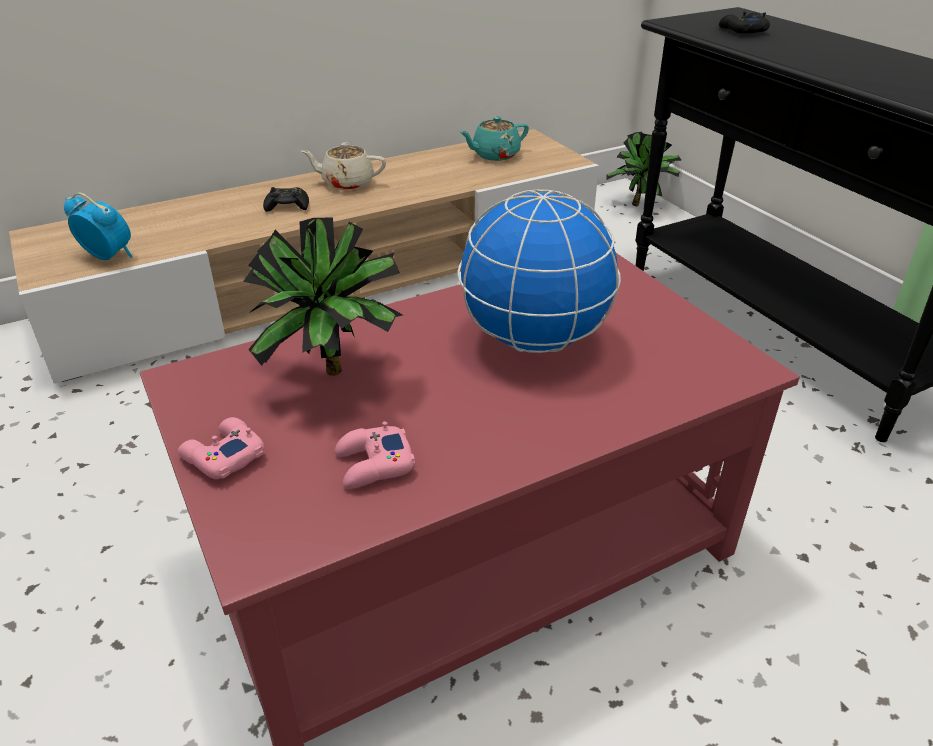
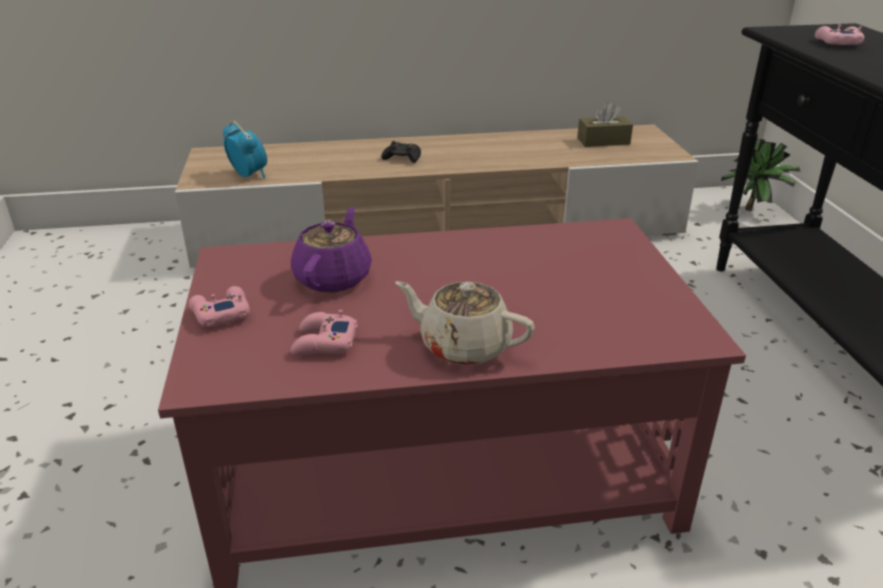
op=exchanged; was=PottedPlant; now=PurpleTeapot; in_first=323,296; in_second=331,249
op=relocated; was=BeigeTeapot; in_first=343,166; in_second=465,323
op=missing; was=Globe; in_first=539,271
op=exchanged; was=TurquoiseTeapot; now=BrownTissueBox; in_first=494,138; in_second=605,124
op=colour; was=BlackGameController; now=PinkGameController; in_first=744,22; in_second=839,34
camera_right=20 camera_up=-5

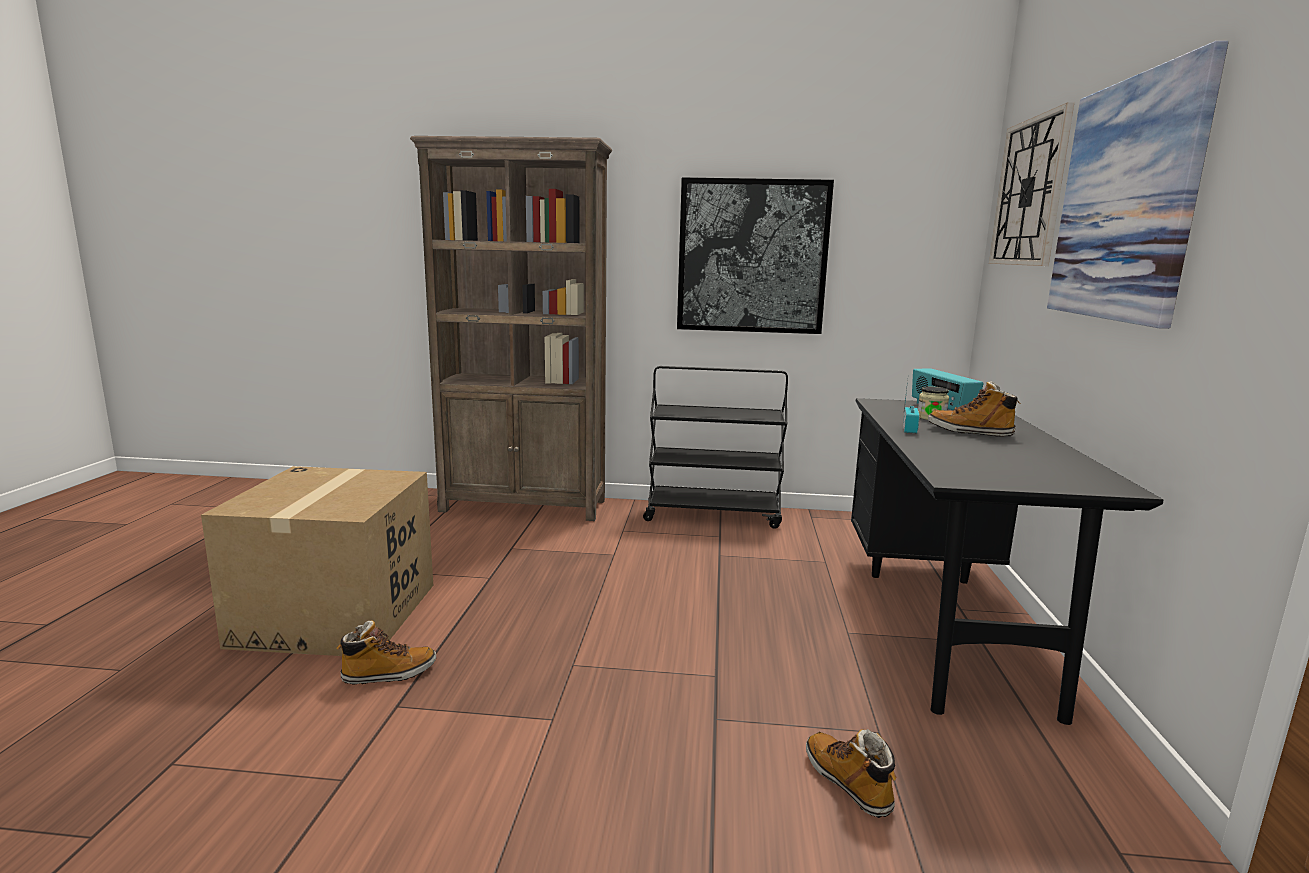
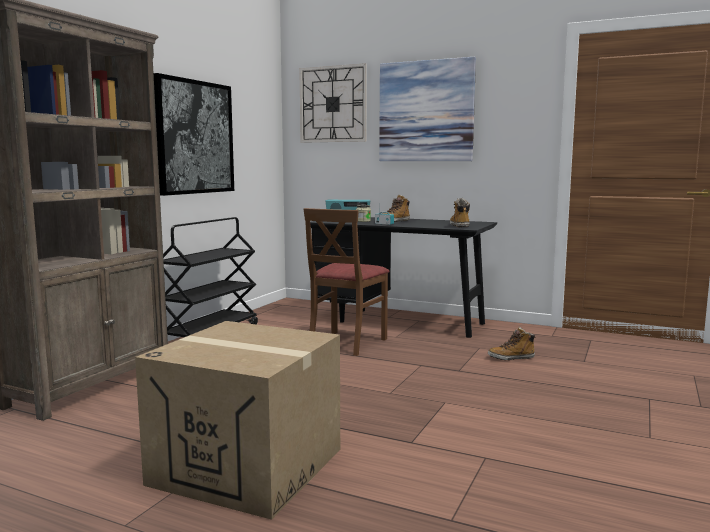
op=relocated; was=Boot; in_first=386,652; in_second=460,212
op=appeared; now=BrownChair; in_second=347,282
camera_right=-70 camera_up=-5

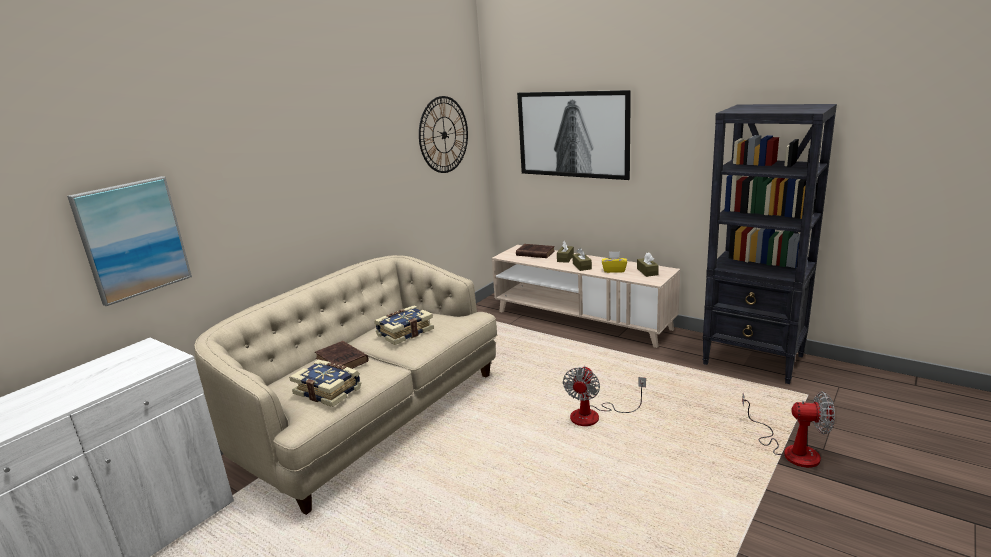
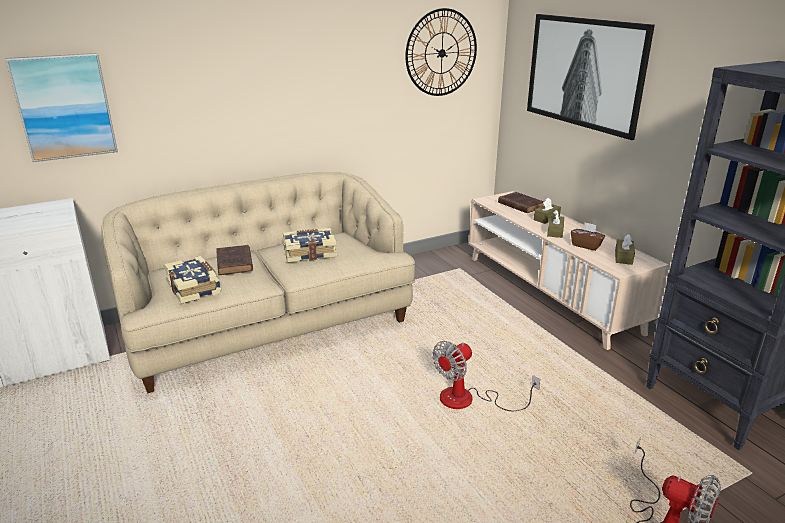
op=colour; was=YellowTissueBox; now=BrownTissueBox; in_first=614,262; in_second=588,236
camera_right=25 camera_up=5

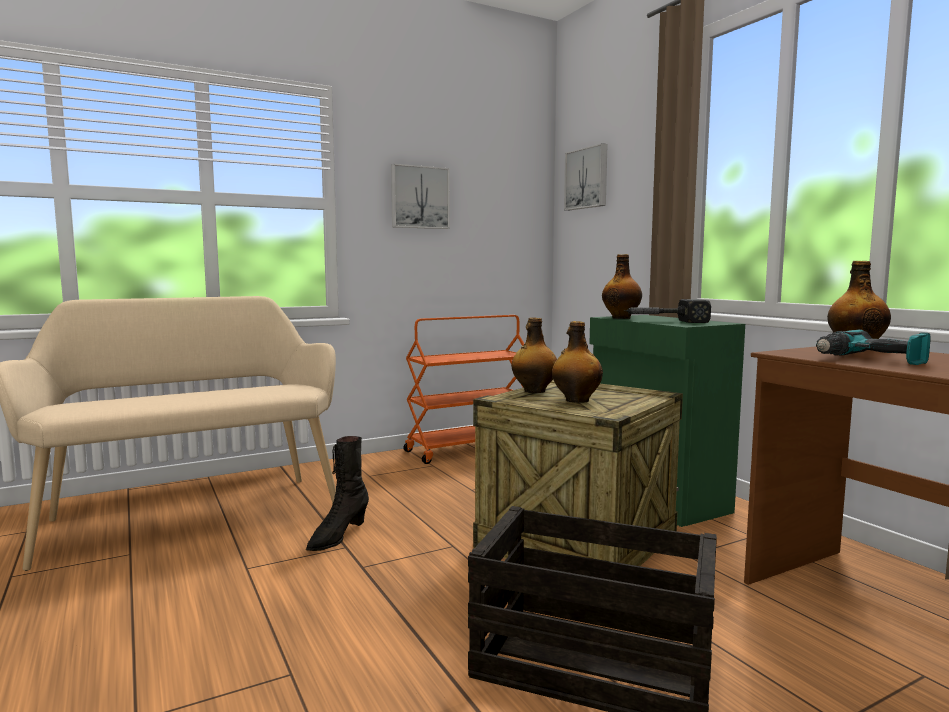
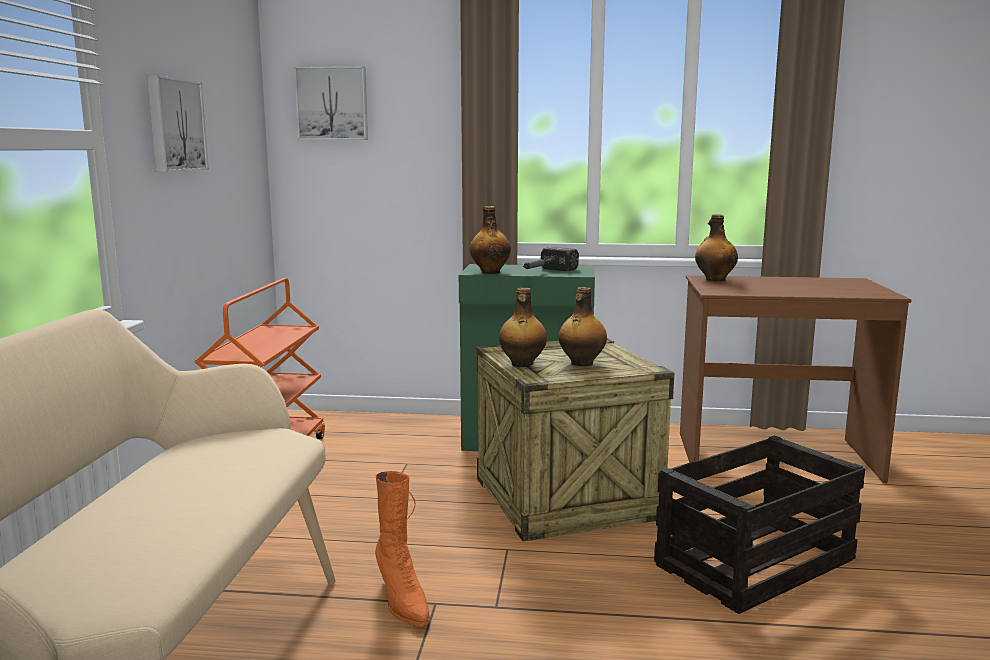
op=colour; was=BlackBoot; now=OrangeBoot; in_first=337,493; in_second=402,549
op=missing; was=PowerDrill; in_first=873,347
camera_right=-55 camera_up=5

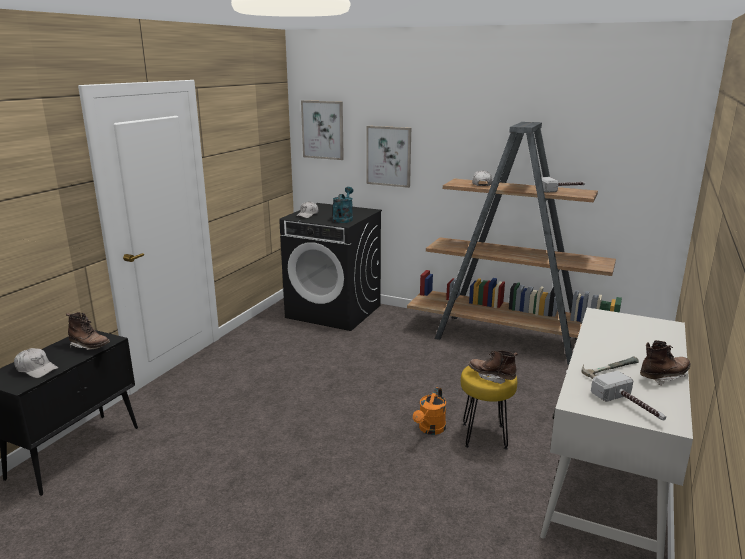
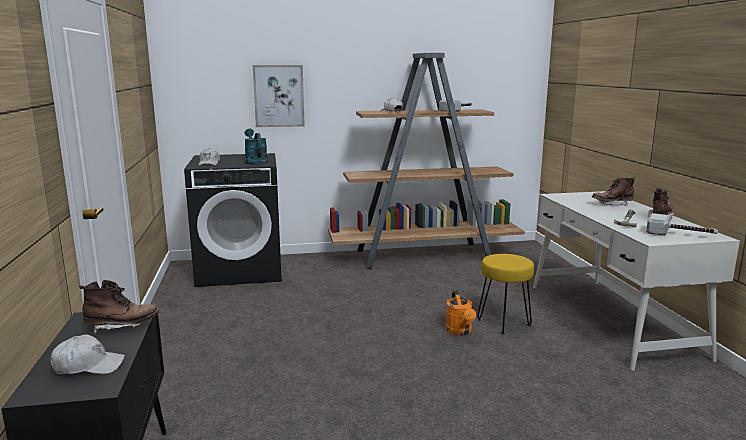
op=missing; was=Picture; in_first=322,130
op=relocated; was=BrownBoot; in_first=493,367; in_second=613,191
camera_right=-35 camera_up=-5

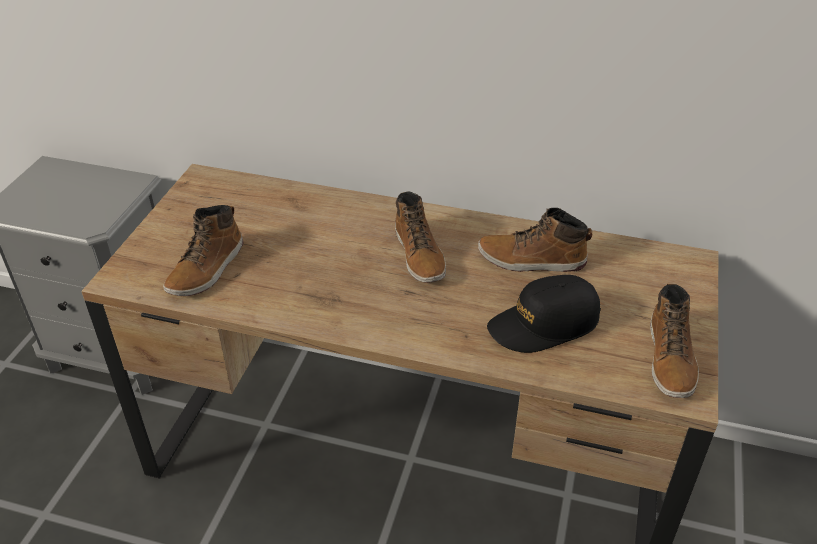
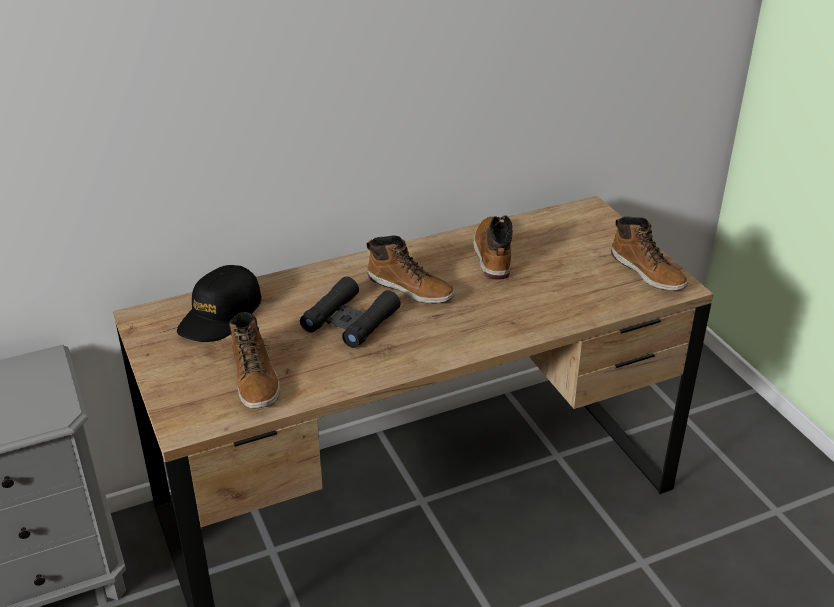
op=spun; was=Boot; in_first=535,240; in_second=493,247; clockwise=120
op=relocated; was=BlackCap; in_first=544,314; in_second=219,303
op=appeared; now=BlackBinoculars; in_second=350,312
camera_right=-40 camera_up=-5

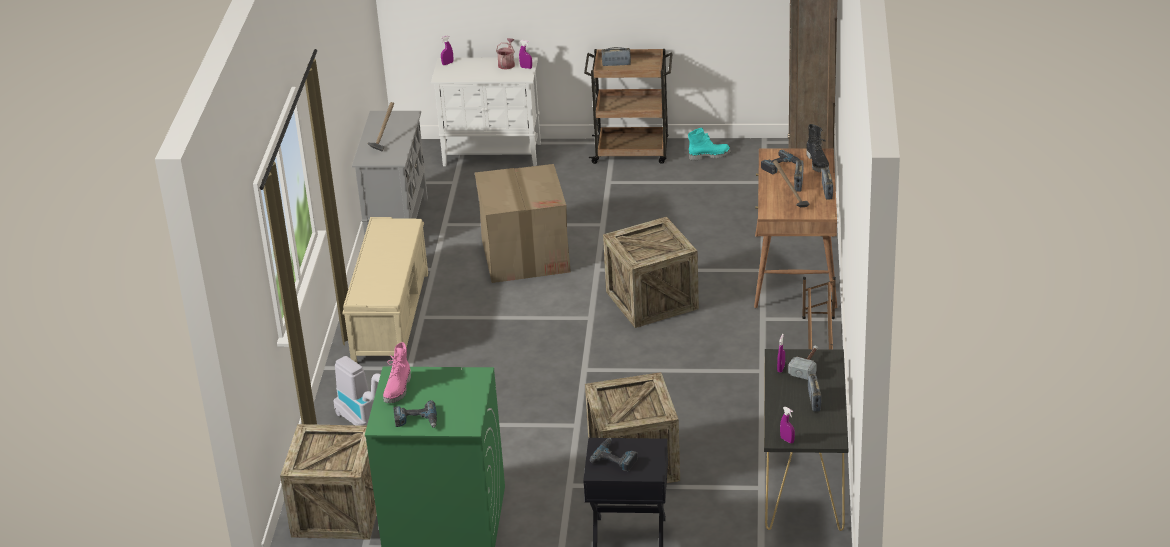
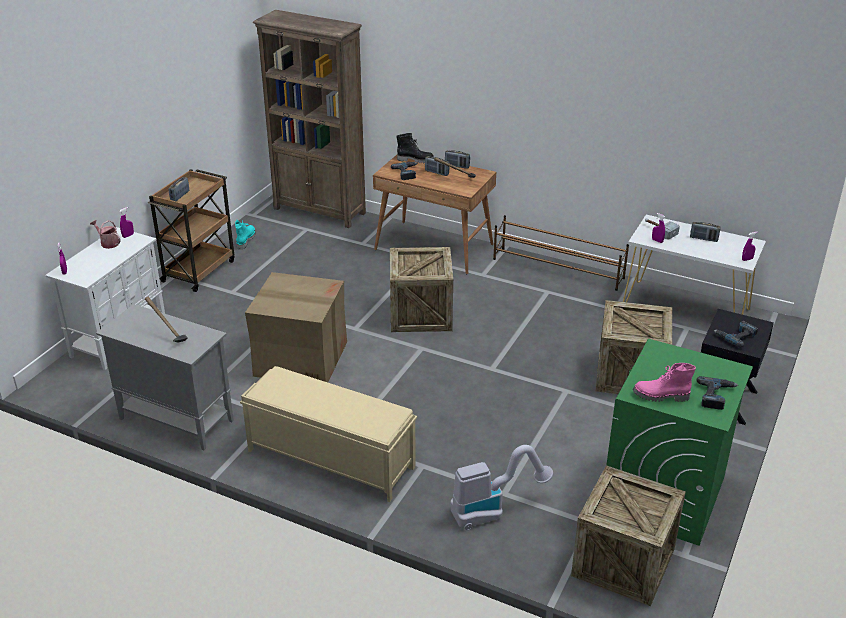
op=spun; was=PinkBoot; in_first=397,372; in_second=664,382; clockwise=150
op=colour; was=BlackConsoleTable; now=WhiteConsoleTable; in_first=806,440; in_second=694,265
camera_right=-70 camera_up=0

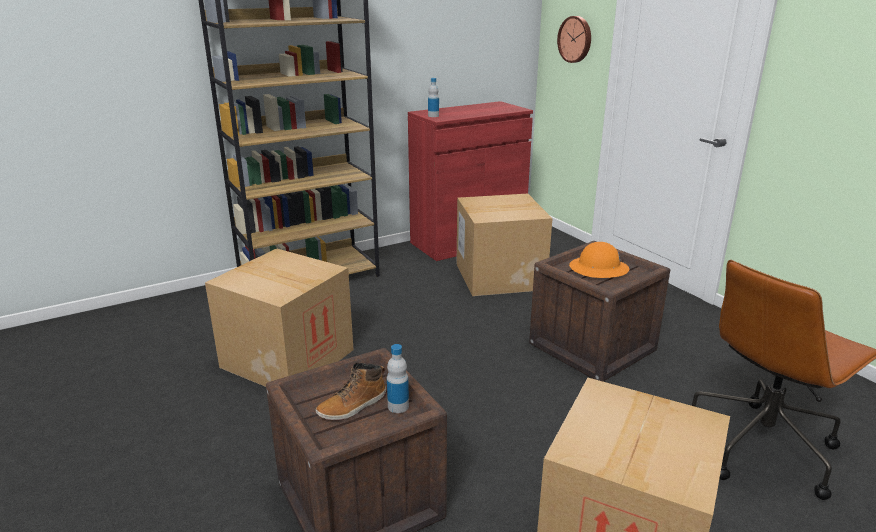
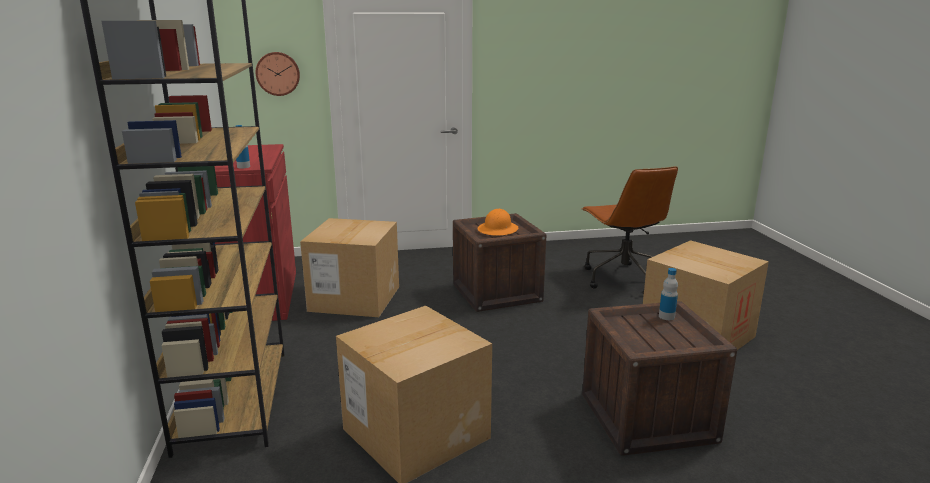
op=missing; was=Boot; in_first=351,391
camera_right=-70 camera_up=-5

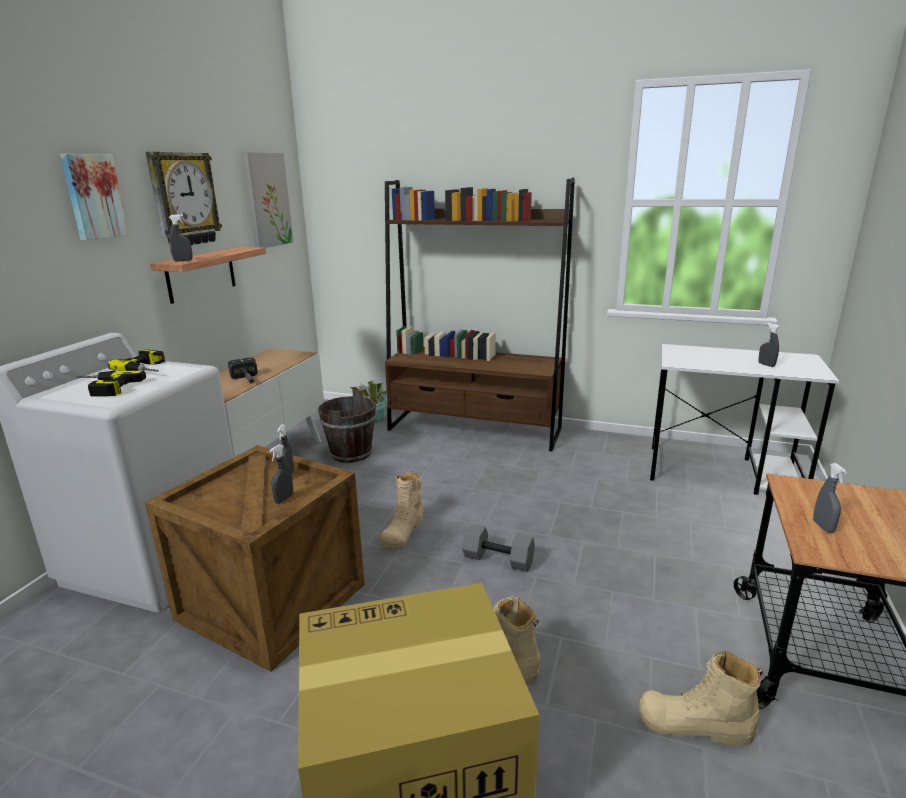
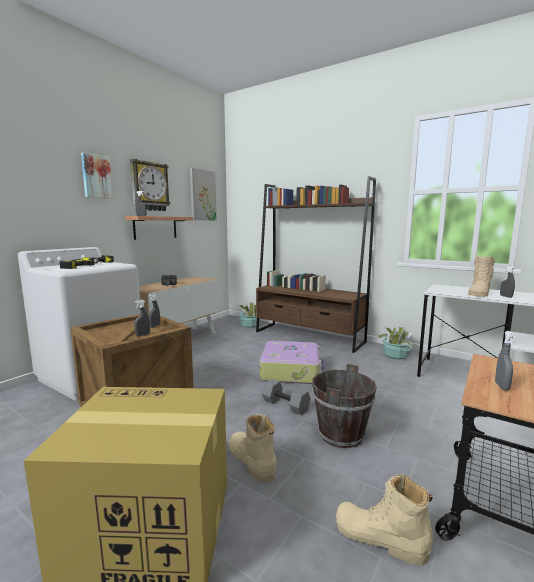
op=relocated; was=BrownBucket; in_first=347,426; in_second=344,406
op=relocated; was=BeigeBoot; in_first=401,511; in_second=481,276
op=appeared; now=Suitcase; in_second=292,362
op=appeared; now=PottedPlant; in_second=395,343
camera_right=15 camera_up=-10

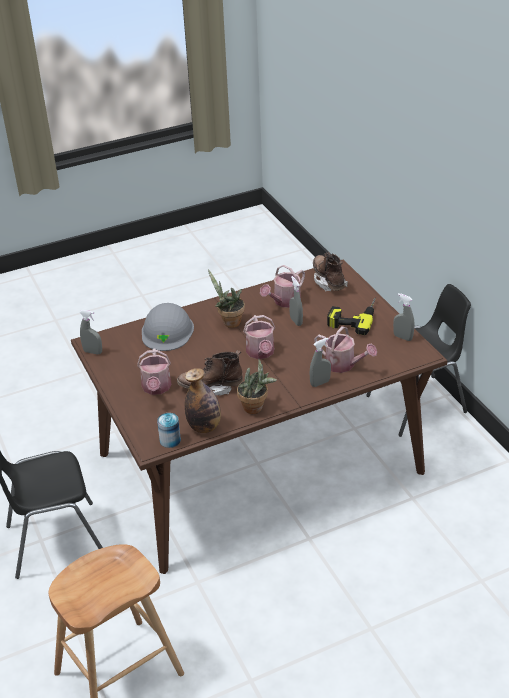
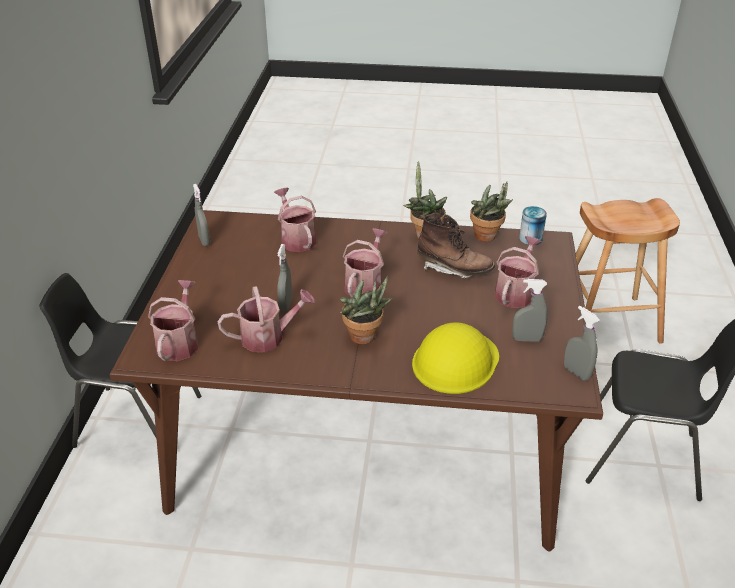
op=colour; was=GreyHardHat; now=YellowHardHat; in_first=168,327; in_second=455,358
op=exchanged; was=Bottle; now=PottedPlant; in_first=203,400; in_second=491,212
op=relocated; was=GreySprayBottle; in_first=320,362; in_second=530,310
op=exchanged; was=BrownBoot; now=WateringCan; in_first=330,272; in_second=173,320
op=missing; was=PowerDrill; in_first=351,316
camera_right=-150 camera_up=0

